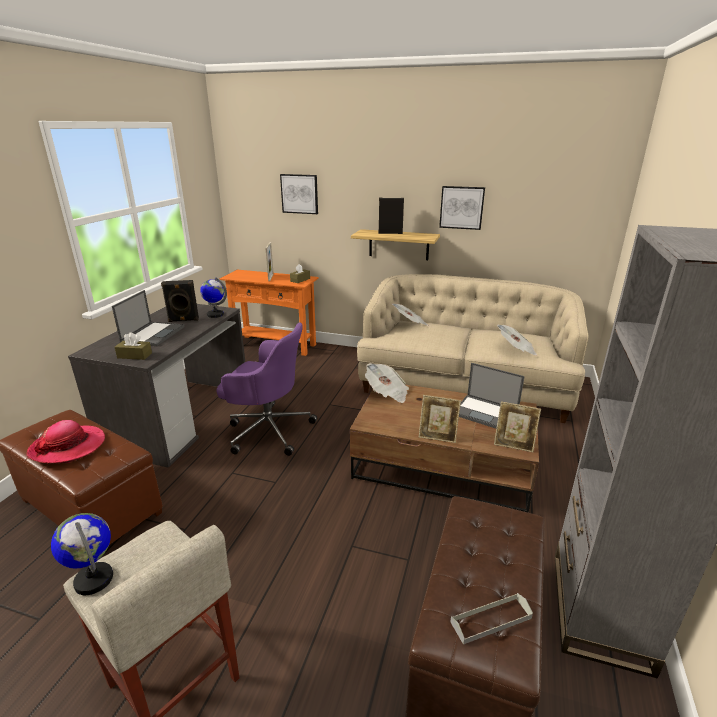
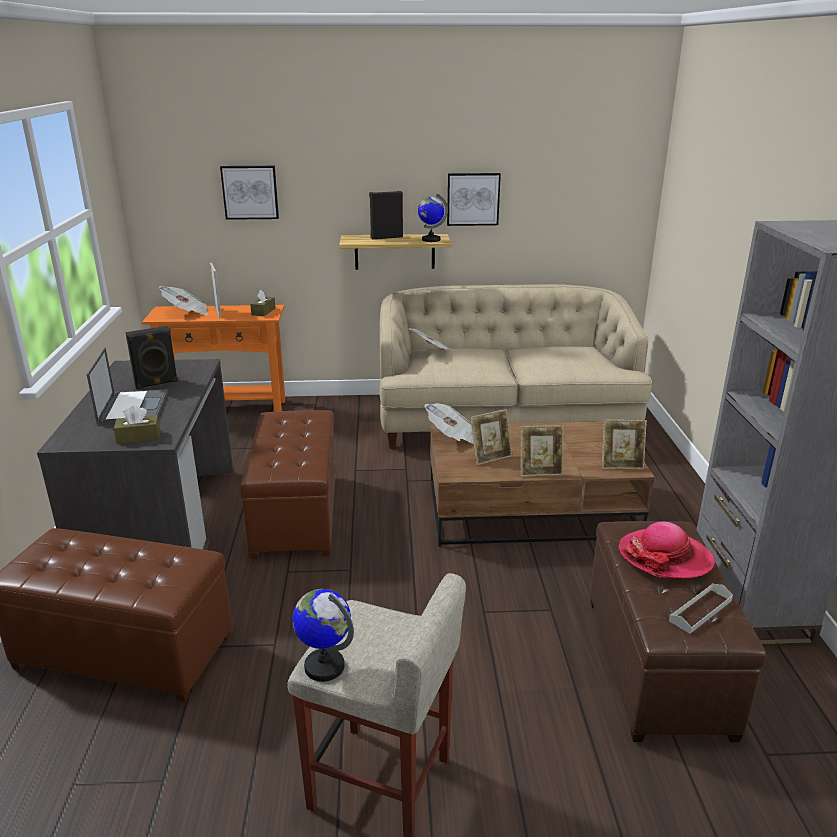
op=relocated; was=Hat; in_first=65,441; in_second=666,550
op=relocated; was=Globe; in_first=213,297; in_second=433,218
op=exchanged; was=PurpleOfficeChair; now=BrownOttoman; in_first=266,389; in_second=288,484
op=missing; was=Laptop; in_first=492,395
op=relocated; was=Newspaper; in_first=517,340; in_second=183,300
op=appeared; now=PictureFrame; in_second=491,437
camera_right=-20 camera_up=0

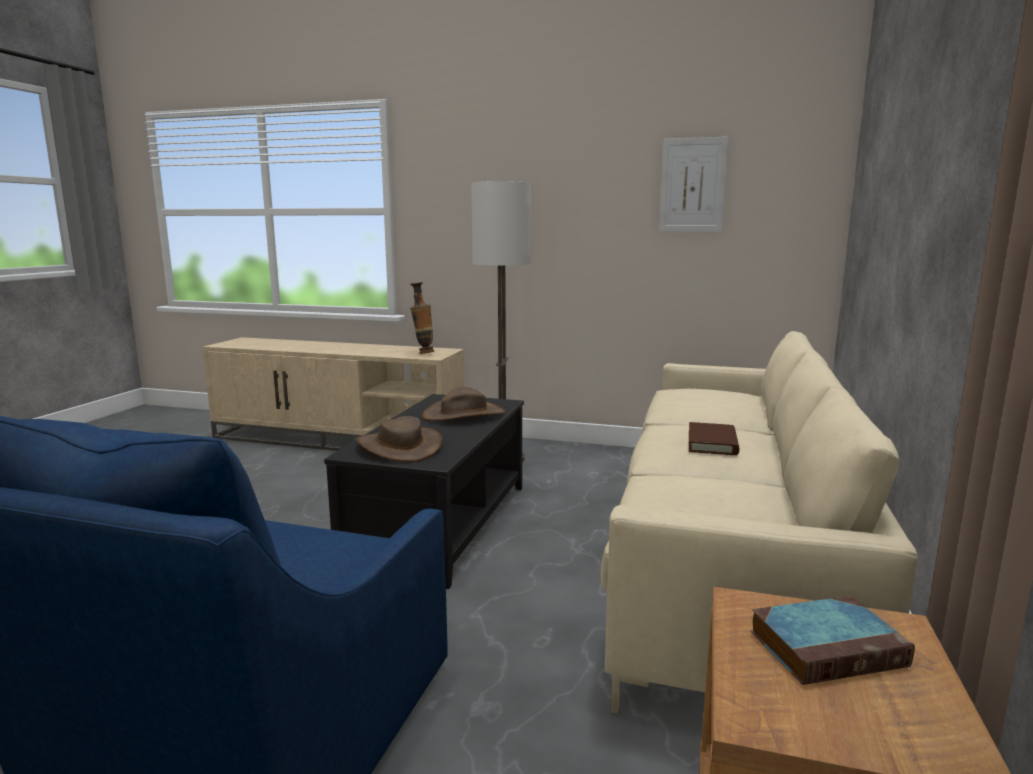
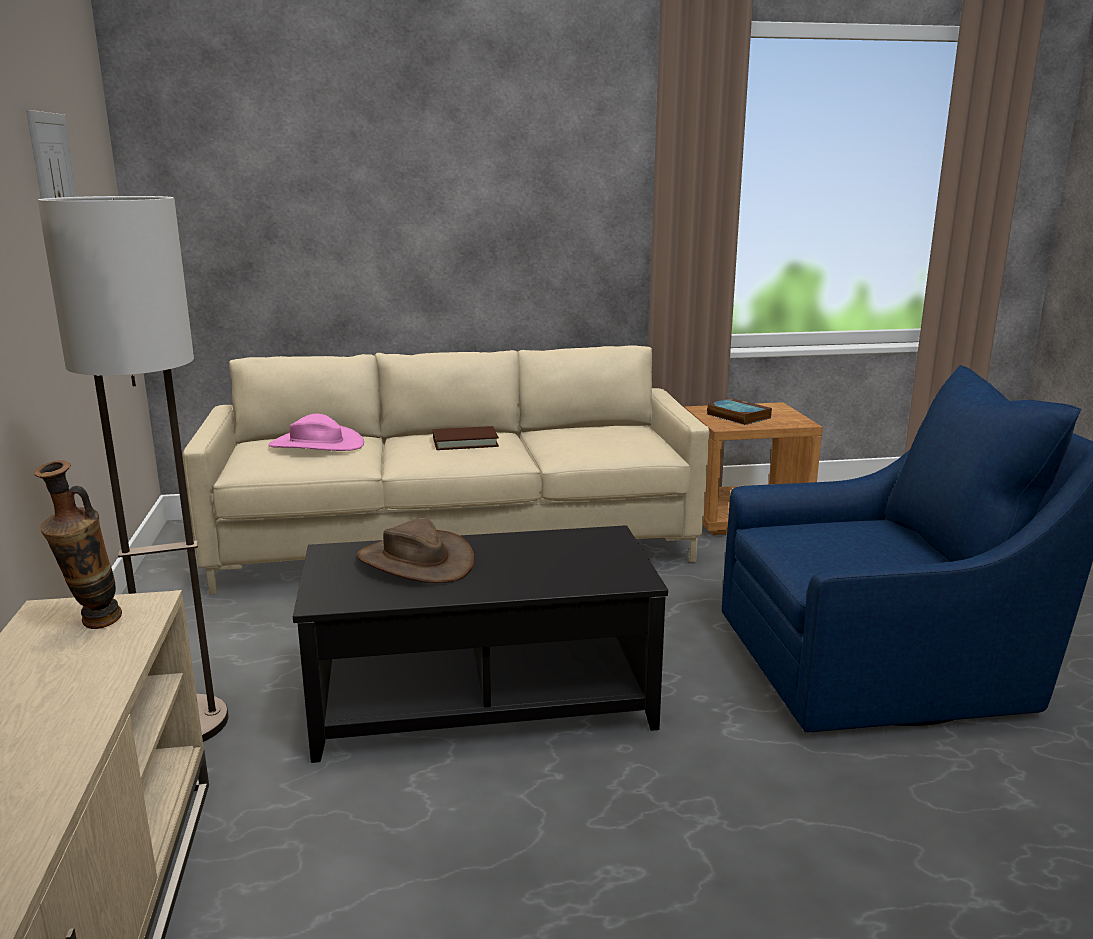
op=missing; was=BrownHat; in_first=399,439
op=appeared; now=PinkHat; in_second=316,432
camera_right=-115 camera_up=5

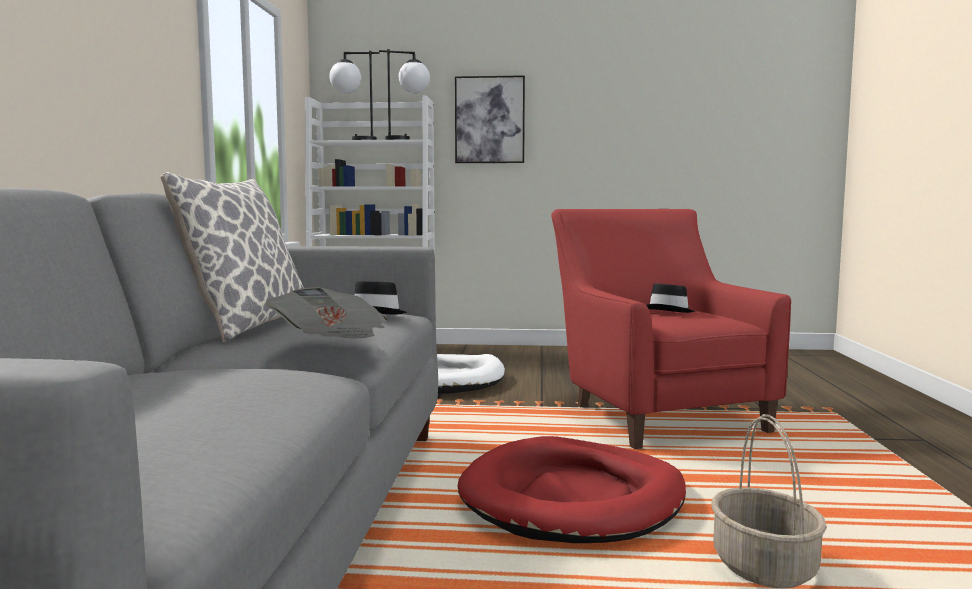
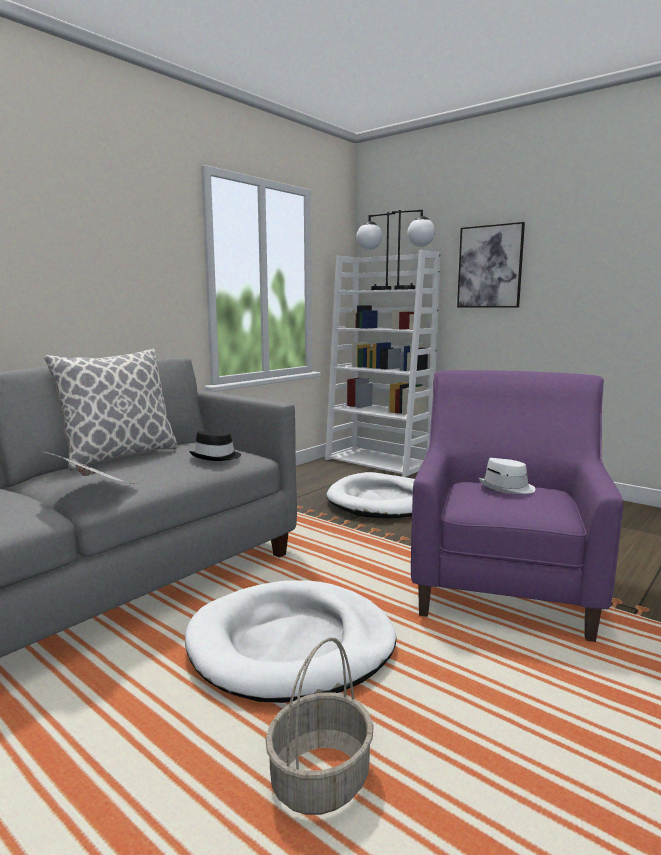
op=colour; was=RedDogBed; now=WhiteDogBed; in_first=572,489; in_second=290,641
op=colour; was=RedArmchair; now=PurpleArmchair; in_first=671,329; in_second=517,506
op=colour; was=BlackHat; now=WhiteHat; in_first=670,298; in_second=507,476
camera_right=35 camera_up=5

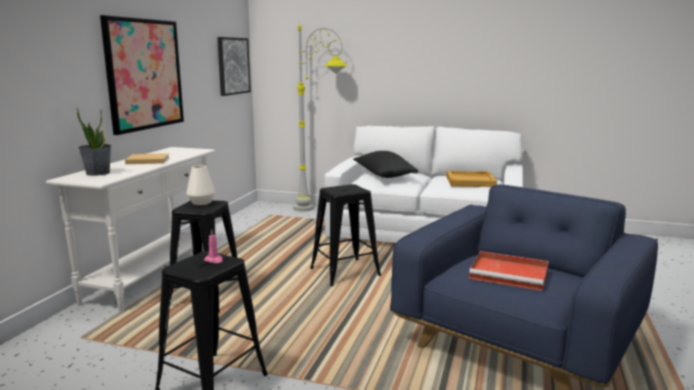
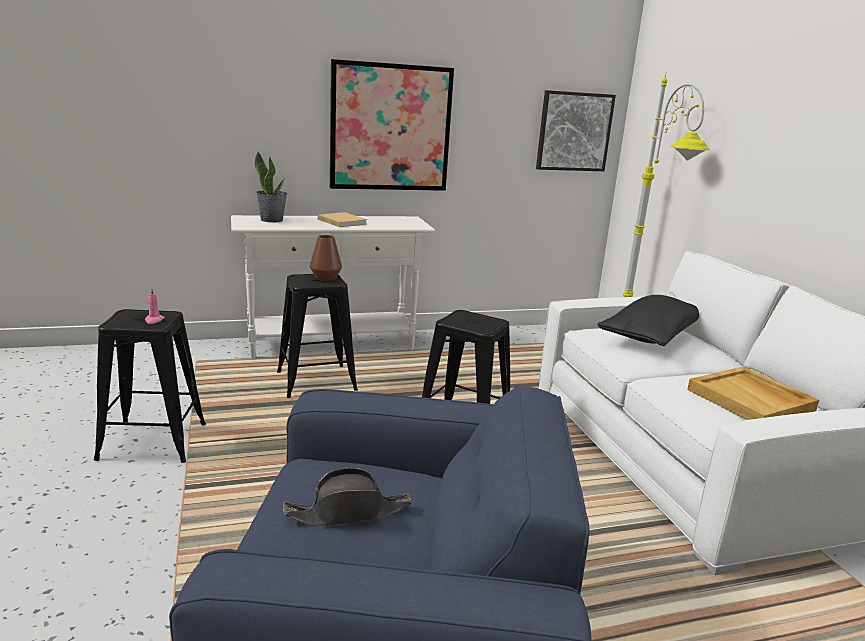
op=colour; was=WhiteVase; now=BrownVase; in_first=200,185; in_second=326,258
op=exchanged; was=RedTray; now=BlackHat; in_first=509,271; in_second=347,497
camera_right=55 camera_up=5

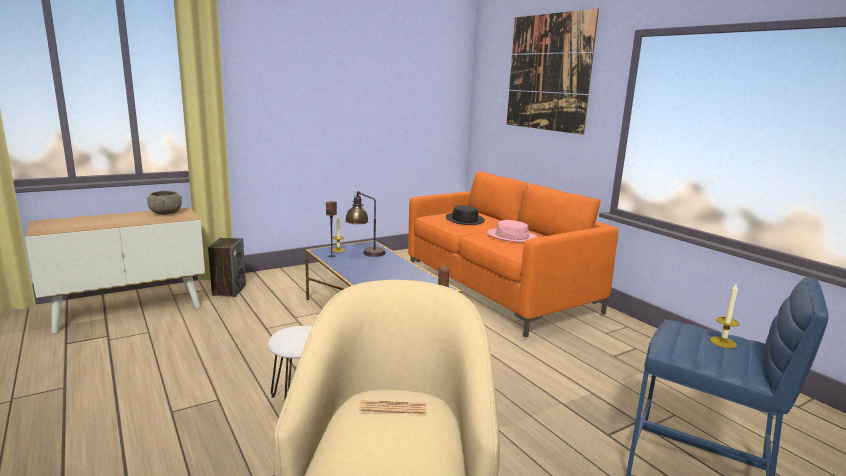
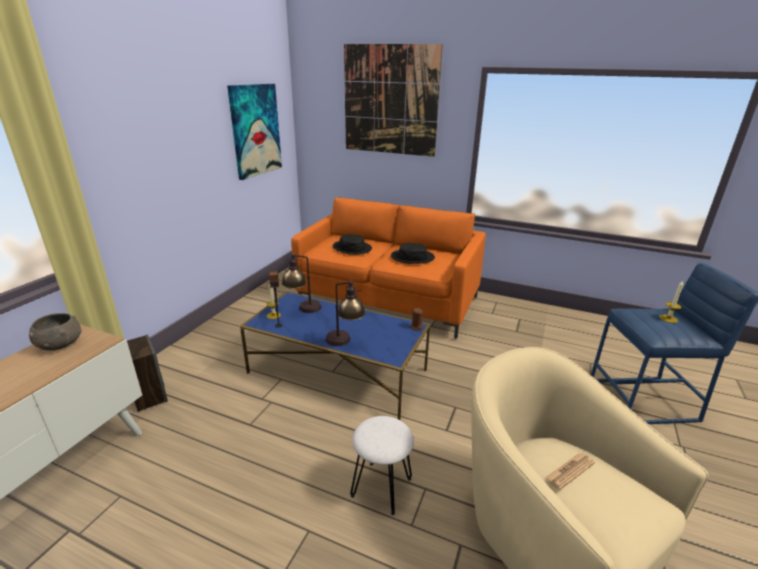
op=colour; was=PinkHat; now=BlackHat; in_first=512,231; in_second=413,253
op=appeared; now=Picture; in_second=254,132
op=appeared; now=TableLamp; in_second=345,313
camera_right=-35 camera_up=10

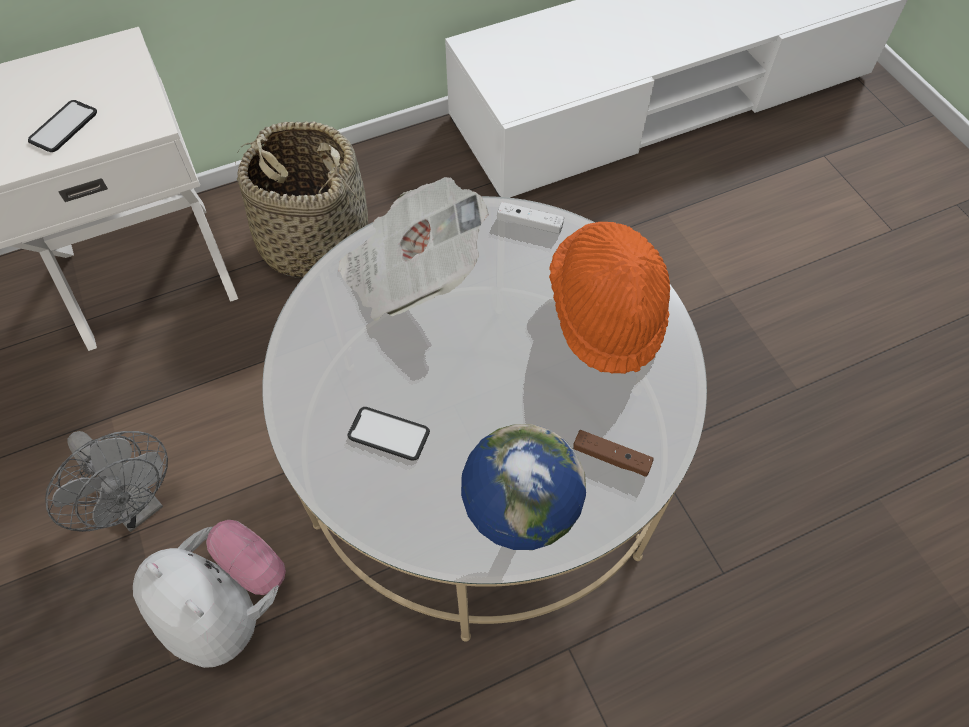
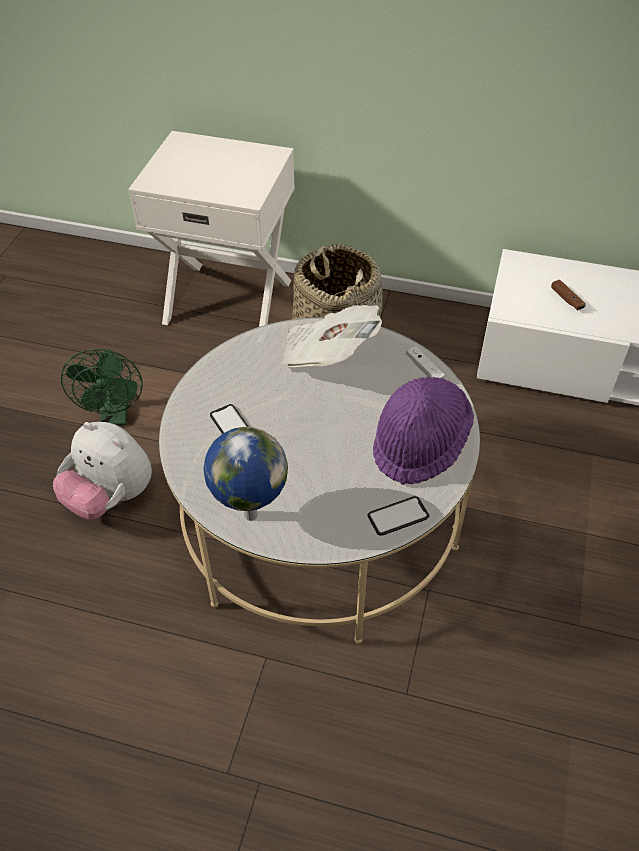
op=relocated; was=Phone; in_first=62,126; in_second=398,516
op=colour; was=GreyFan; now=GreenFan; in_first=106,481; in_second=102,387
op=spun; was=PlushToy; in_first=209,594; in_second=102,471; clockwise=135
op=colour; was=OrangeHat; now=PurpleHat; in_first=609,298; in_second=423,431
op=relocated; was=BrownGameController; in_first=613,453; in_second=568,295
camera_right=40 camera_up=-10

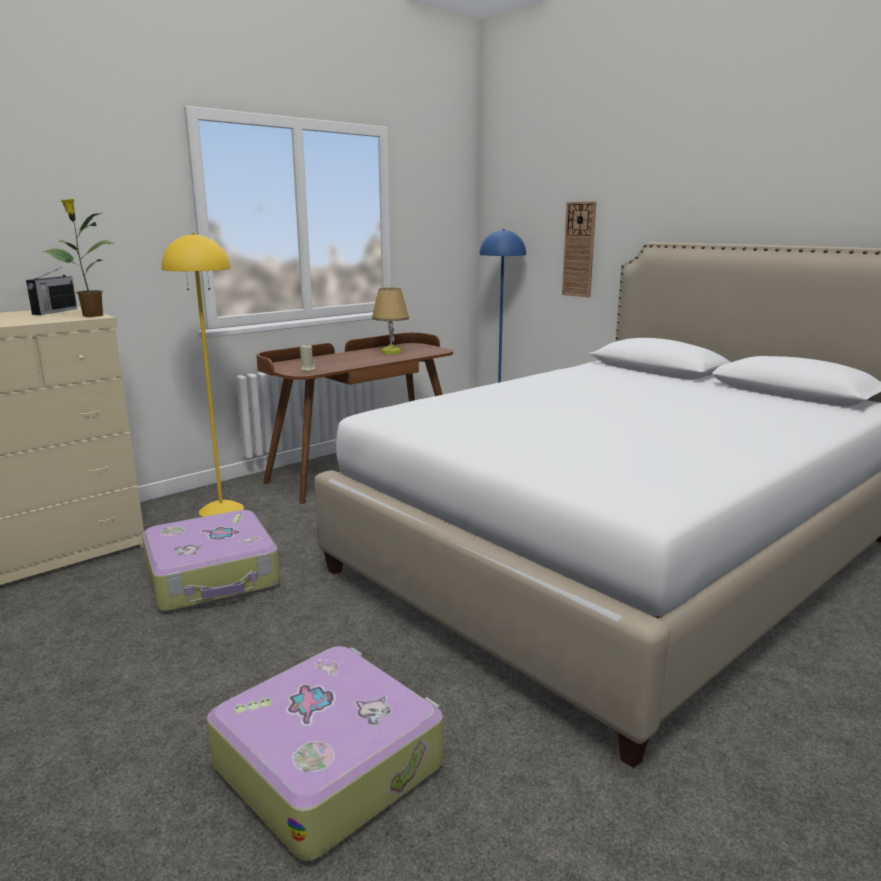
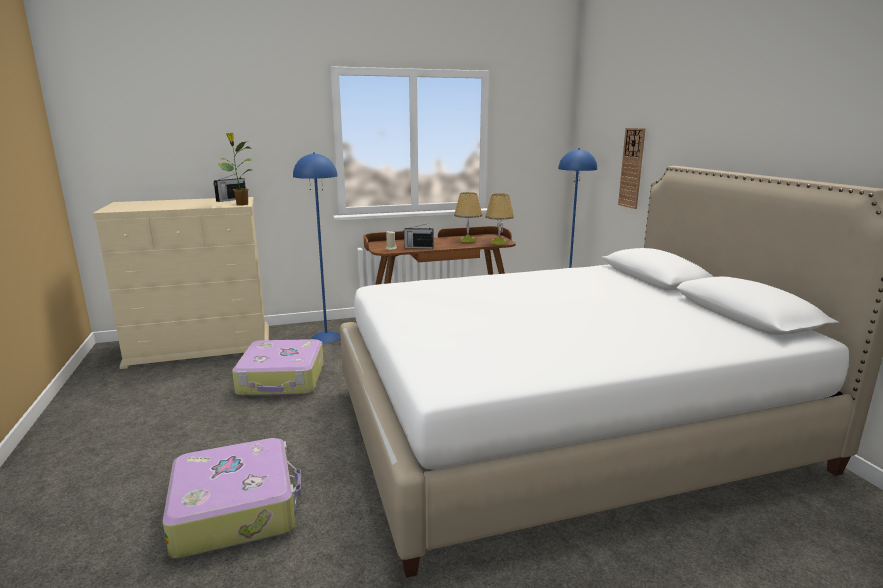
op=colour; was=YellowFloorLamp; now=BlueFloorLamp; in_first=203,375; in_second=317,247
op=appeared; now=Radio; in_second=418,236
op=appeared; now=TableLamp; in_second=499,219
camera_right=25 camera_up=0

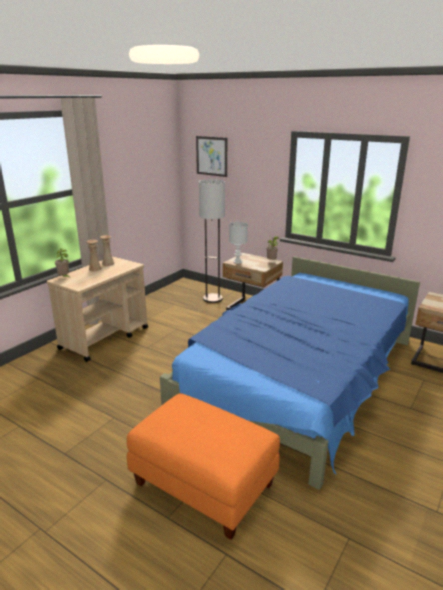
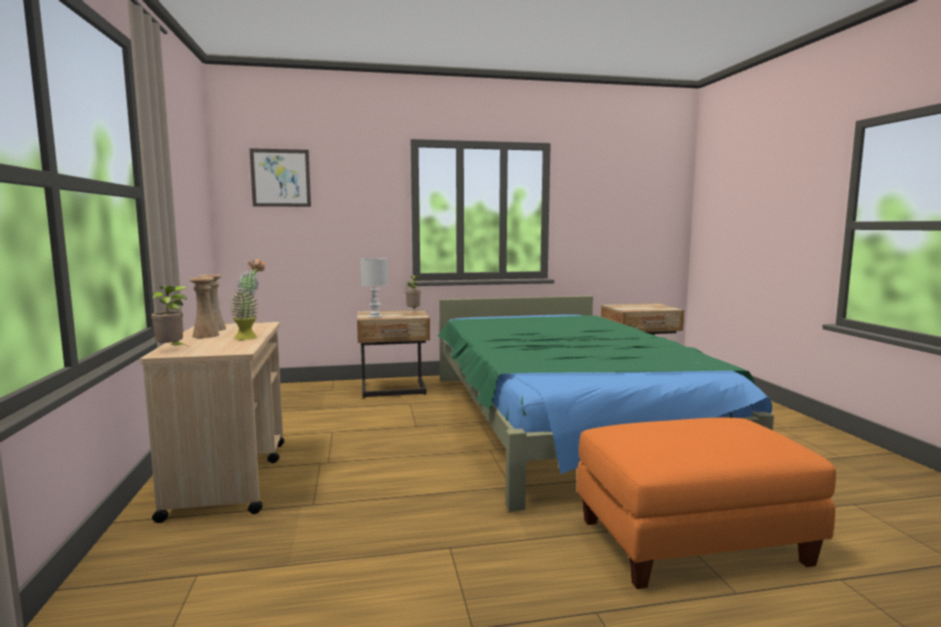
op=colour; was=BlueBed; now=GreenBed; in_first=290,373; in_second=606,404
op=missing; was=FloorLamp; in_first=212,241
op=appeared; now=PottedPlant; in_second=247,299
camera_right=-45 camera_up=-15

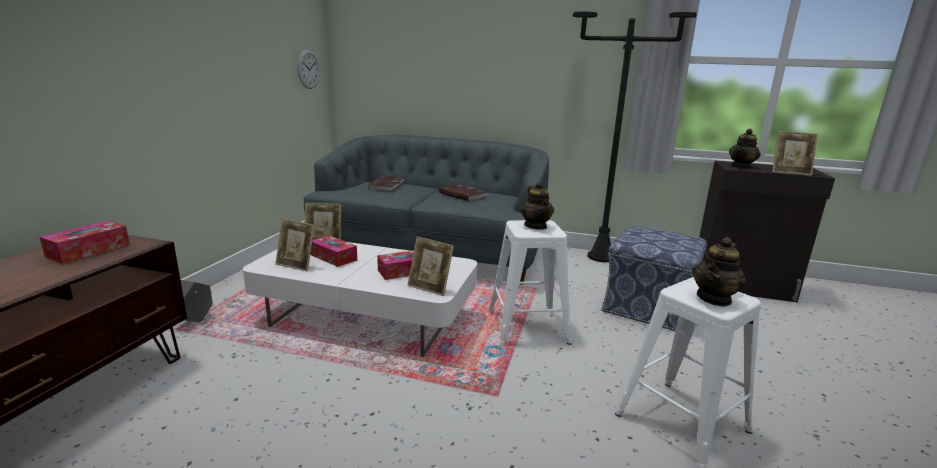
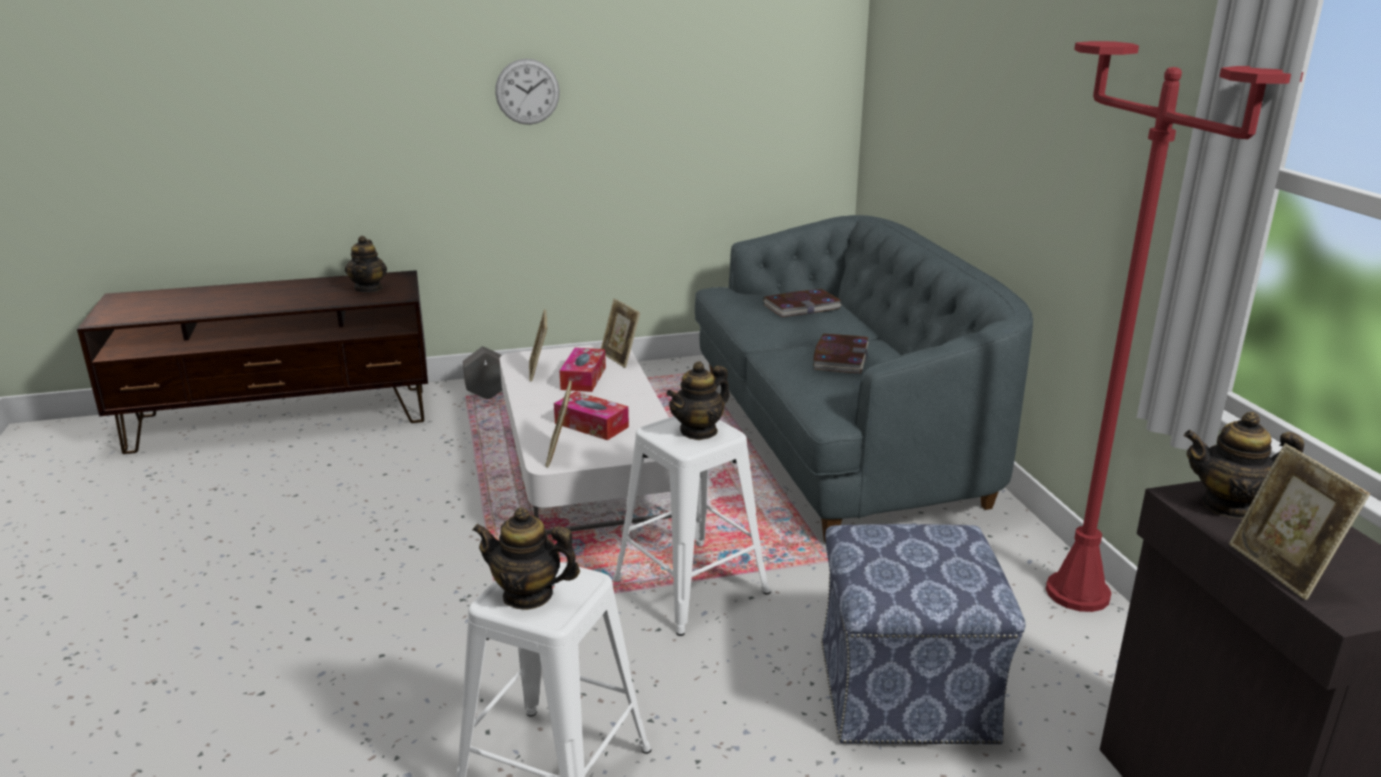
op=exchanged; was=TissueBox; now=Teapot; in_first=85,242; in_second=366,264
op=relocated; was=WallClock; in_first=309,69; in_second=527,92
op=colour; was=BlackFloorLamp; now=RedFloorLamp; in_first=635,137; in_second=1174,326
camera_right=60 camera_up=5

